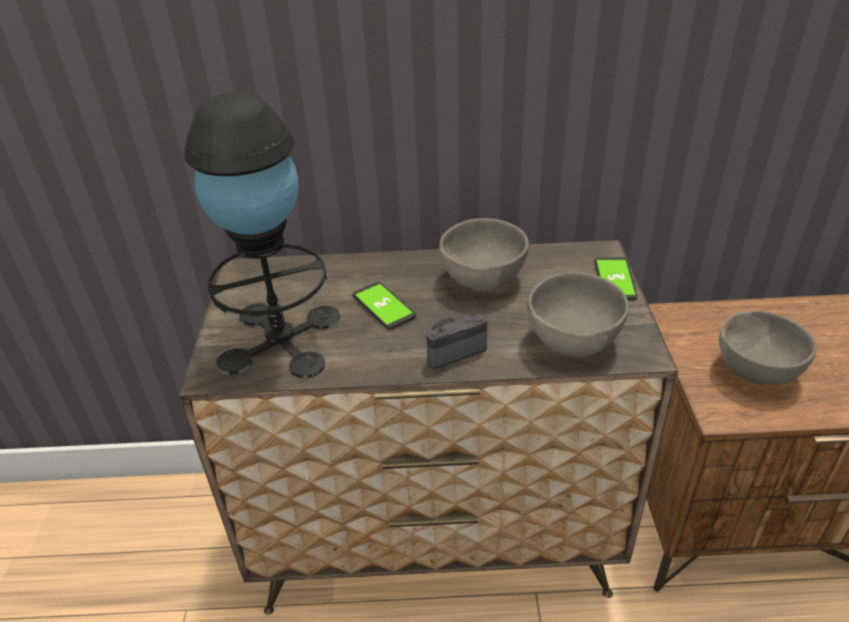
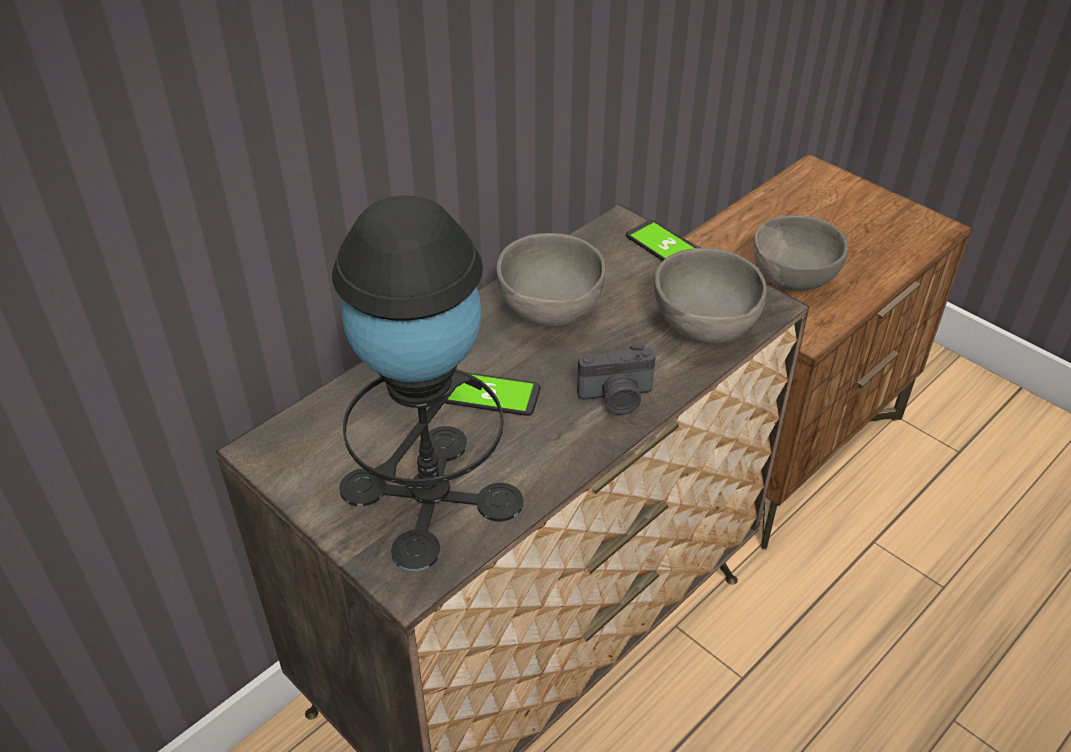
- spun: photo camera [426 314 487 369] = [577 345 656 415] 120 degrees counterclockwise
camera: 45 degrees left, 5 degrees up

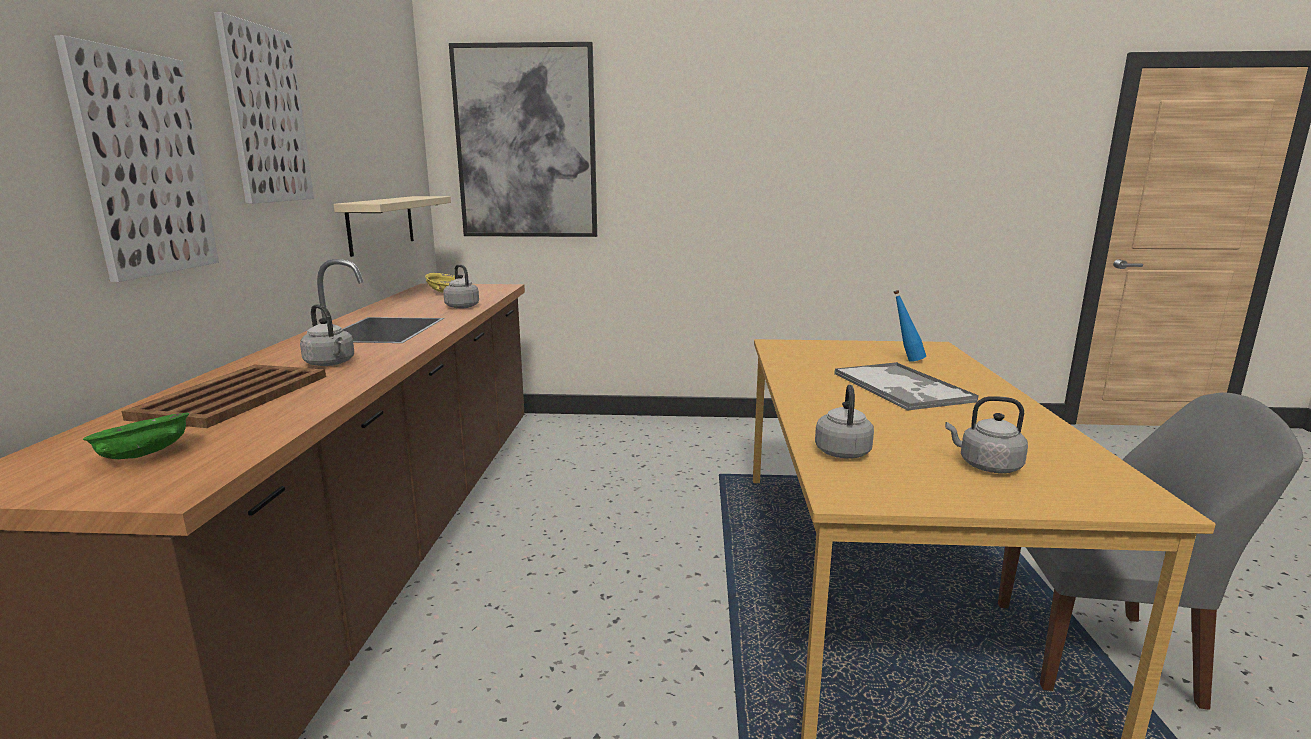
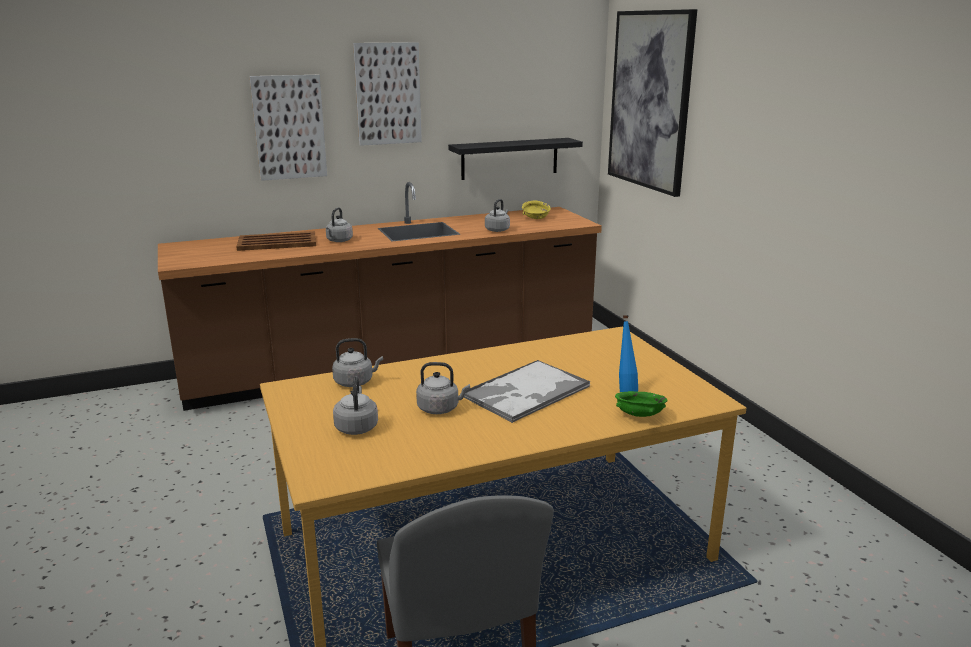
- appeared: kettle (gray) [416 362 470 414]
- relocated: bowl (greenish) [83 413 189 459] to [615 391 668 417]
- colour: shelf (sand-coloured) [334 196 451 257] to shelf (black-coloured) [448 138 583 180]
camera: 65 degrees right, 5 degrees up

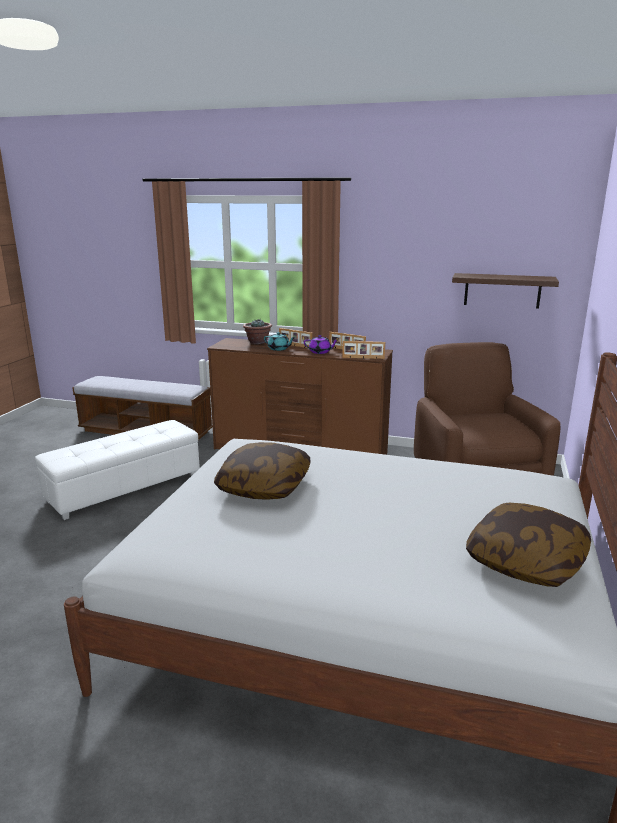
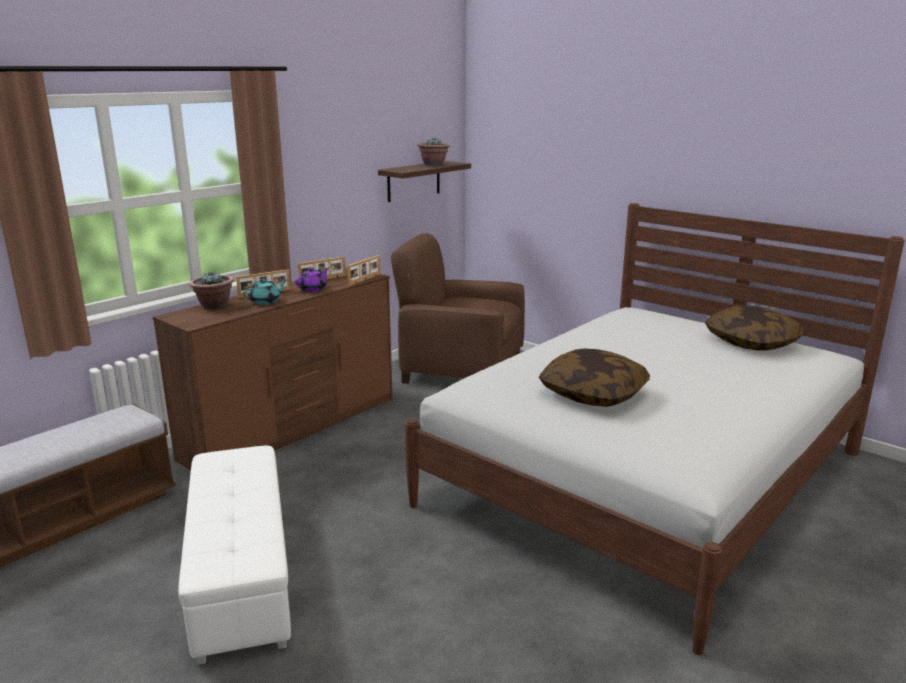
- appeared: plant in a pot [417 137 450 166]
camera: 65 degrees left, 0 degrees up

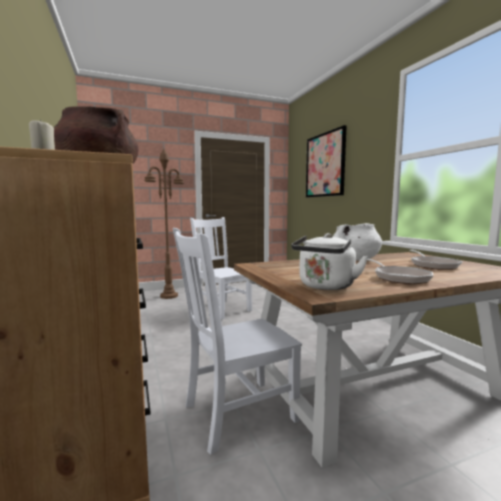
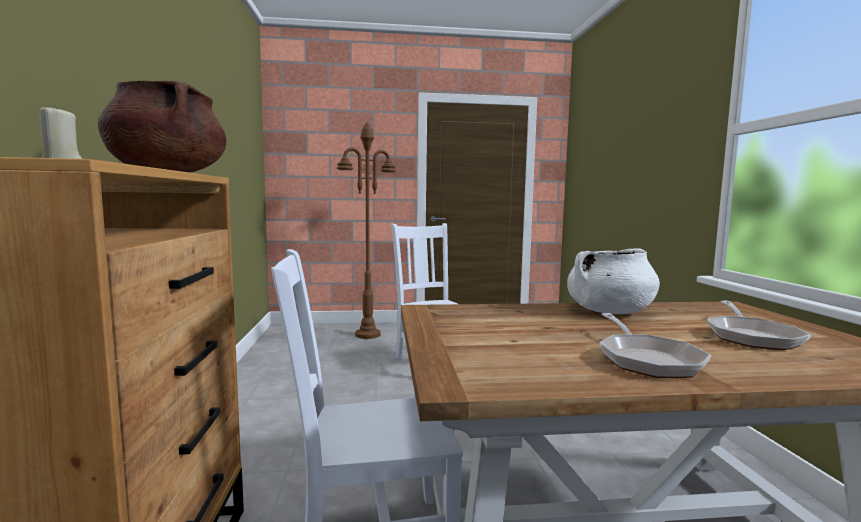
- missing: kettle (whitish) [291 233 368 290]
- missing: wall art [306 125 346 197]
camera: 15 degrees right, 0 degrees up

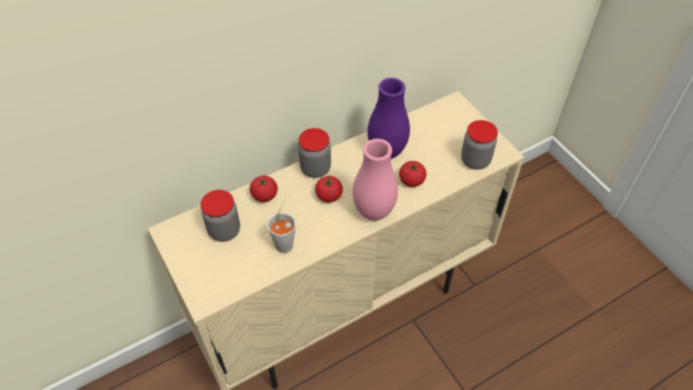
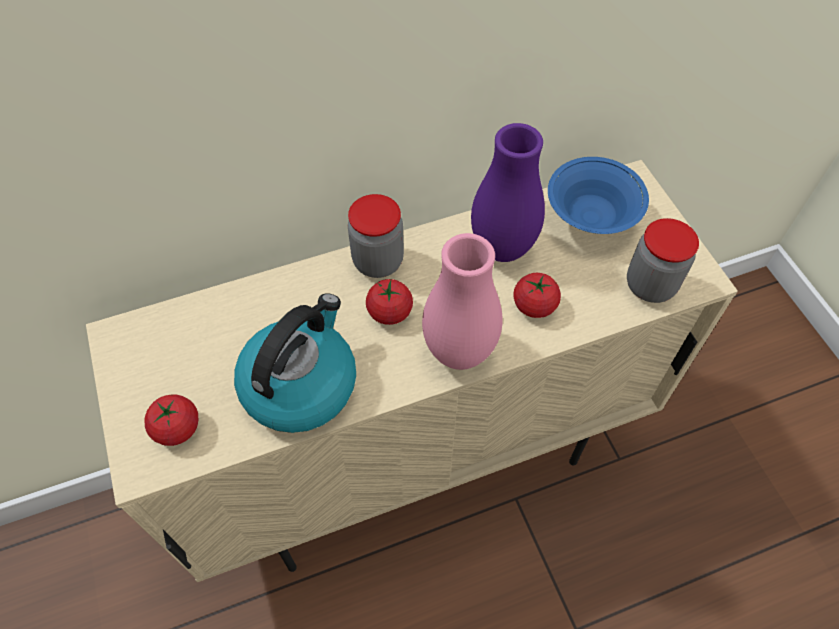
- missing: preserve jar [201 190 240 242]
- appeared: bowl (blue-coloured) [548 157 649 234]
- relocated: whole tomato [250 176 278 202] to [145 395 198 446]
- exchanged: small cup (gray) [267 198 296 253] to kettle [234 293 356 433]
camera: 10 degrees right, 5 degrees up

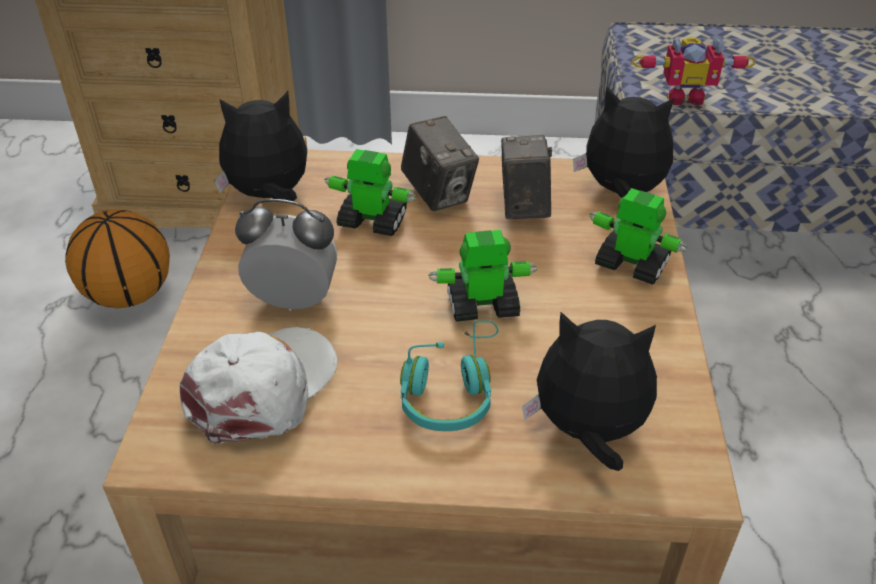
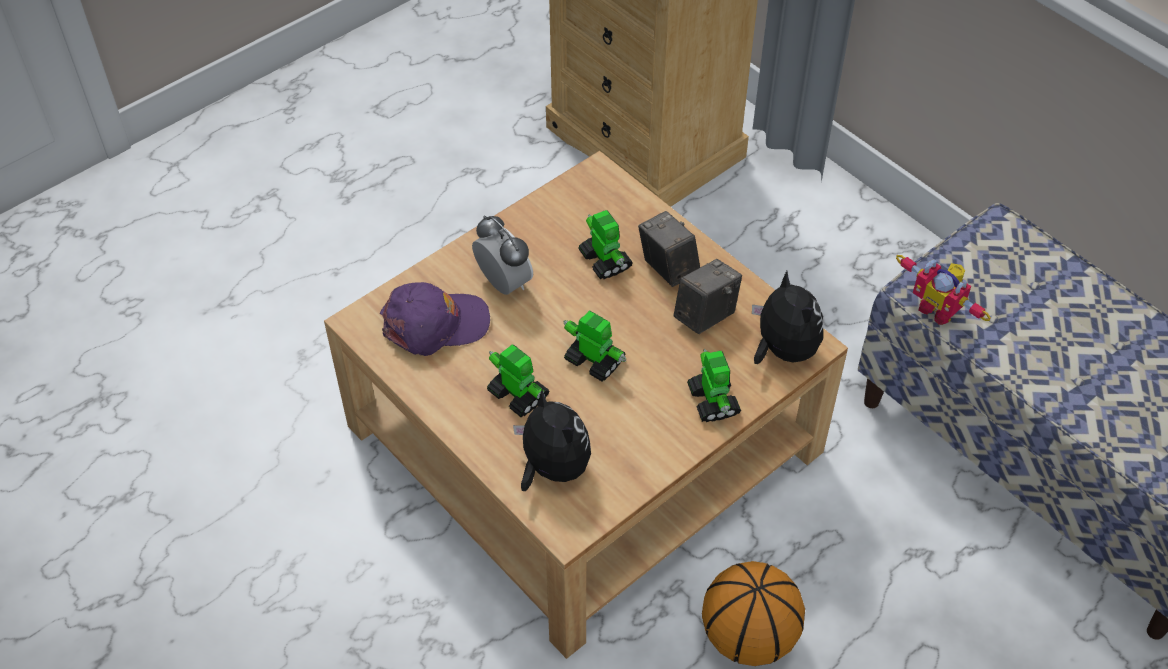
- missing: cuddly toy [214 91 307 201]
- relocated: basketball [65 209 170 308] to [702 561 805 666]
- exchanged: headset (turquoise-coloured) [400 321 498 431] to robot figure [487 344 549 417]
- colour: peaked cap (whitish) [180 327 337 444] to peaked cap (purple) [380 282 490 356]
- spun: photo camera [401 116 479 211] = [638 211 700 287] 135 degrees clockwise
camera: 45 degrees right, 10 degrees up

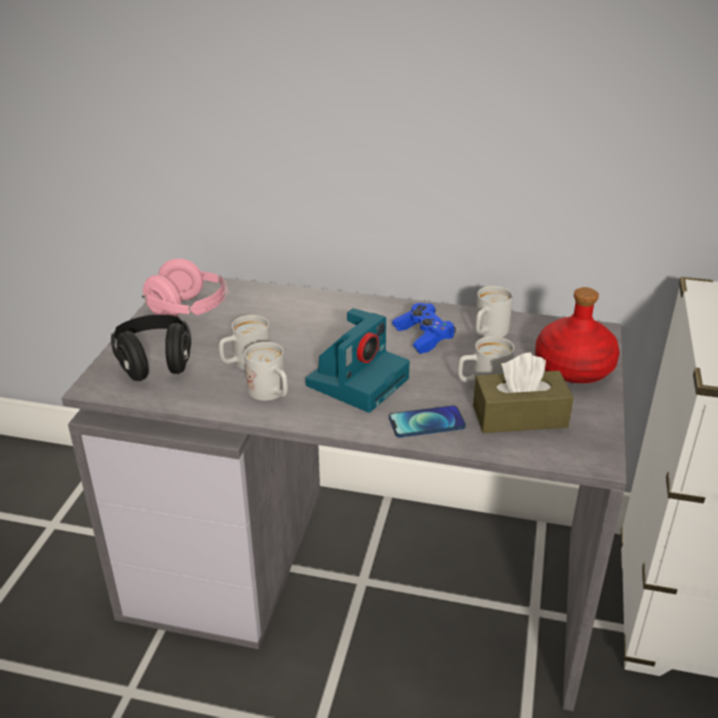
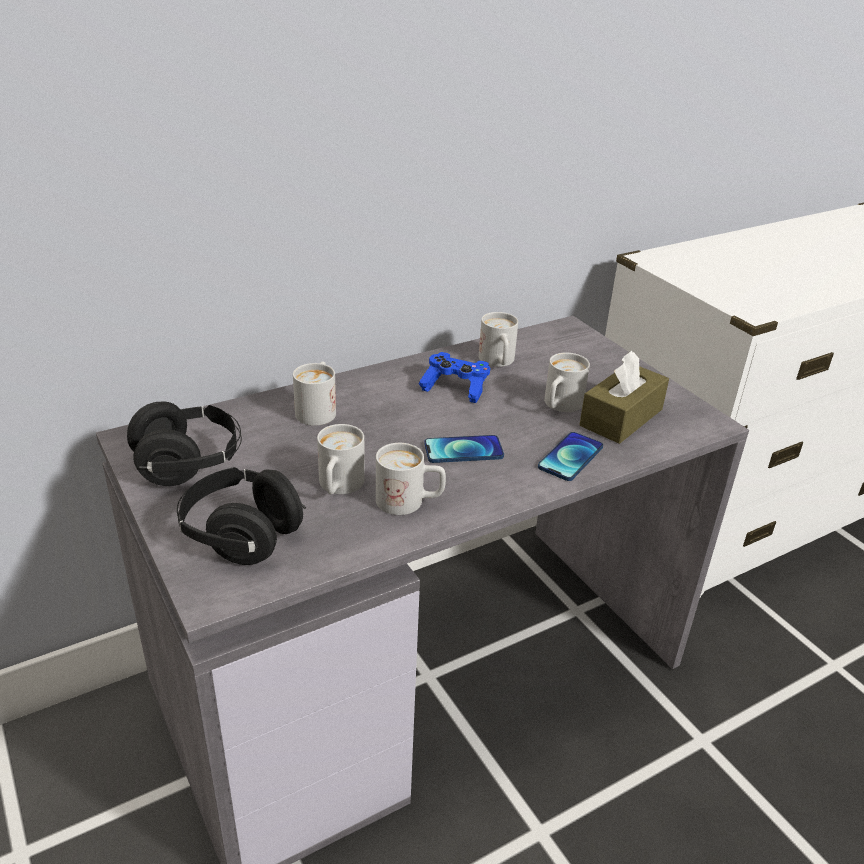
- missing: beverage bottle (reddish) [535 287 620 383]
- appeared: coffee mug (whitish) [293 361 336 426]
- exchanged: photo camera [305 308 410 413] to telephone [424 435 504 463]
- colour: headset (pink) [142 259 228 316] to headset (black-coloured) [127 401 242 486]
camera: 45 degrees left, 0 degrees up

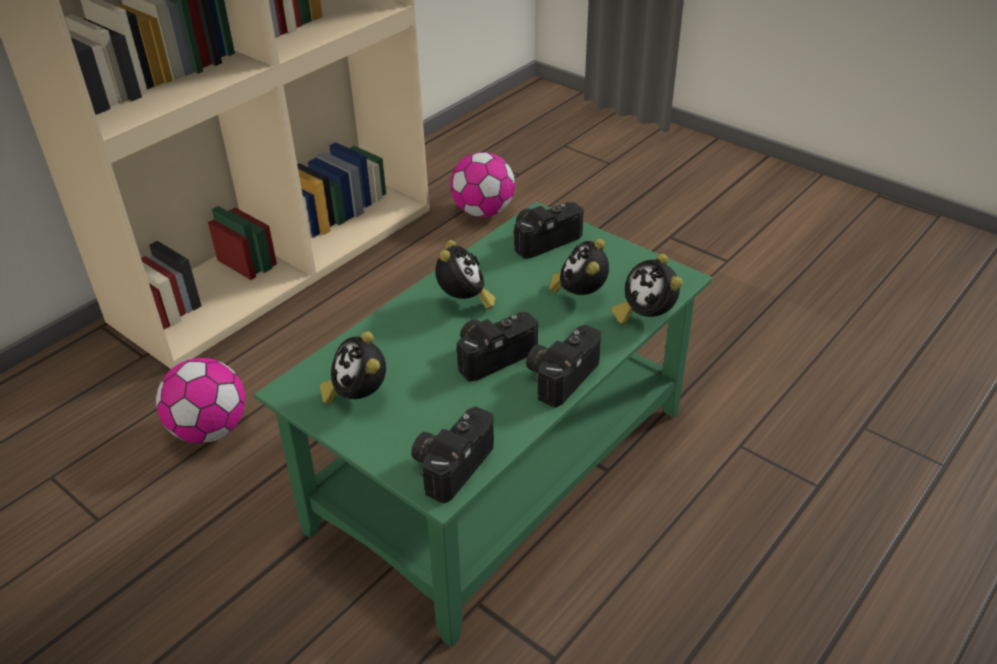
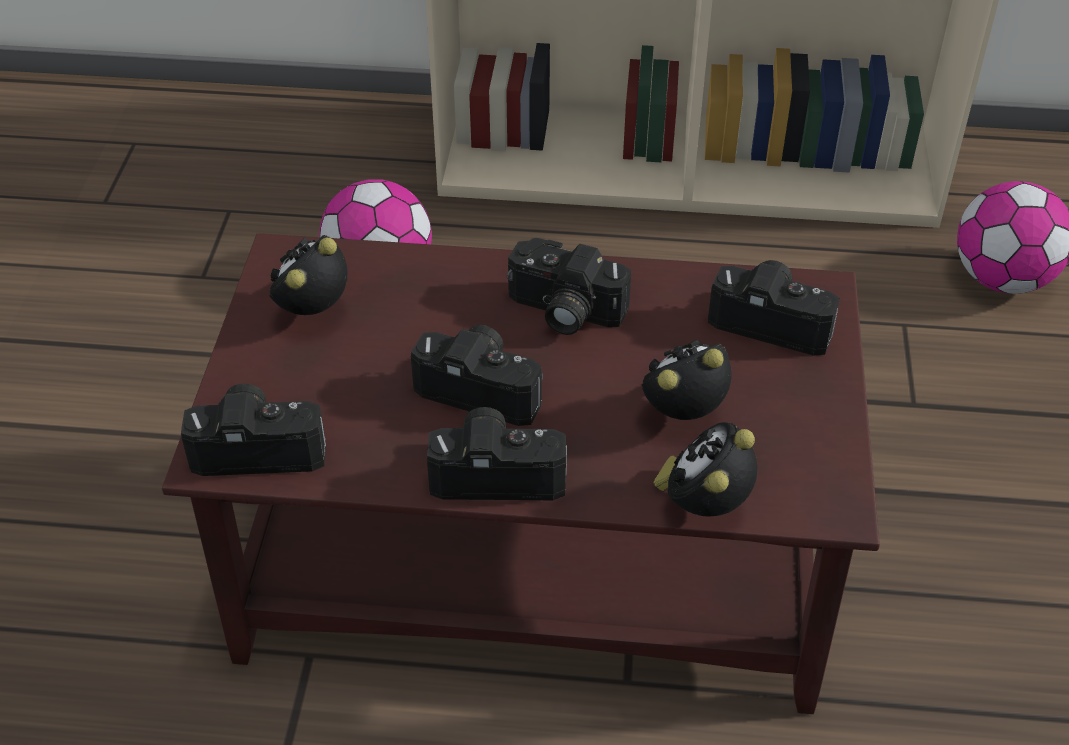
- exchanged: bedside clock [435 240 496 310] to photo camera [507 238 631 335]
- colour: low table (greenish) [254 202 712 647] to low table (brownish) [162 233 880 714]
camera: 55 degrees right, 5 degrees up

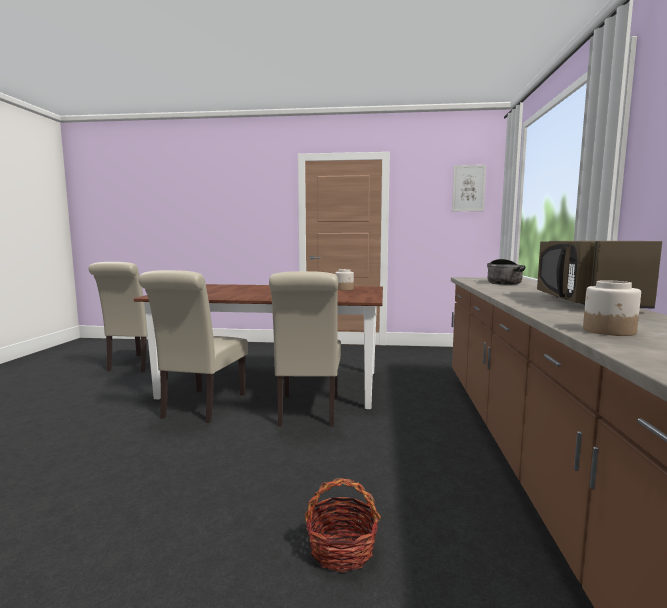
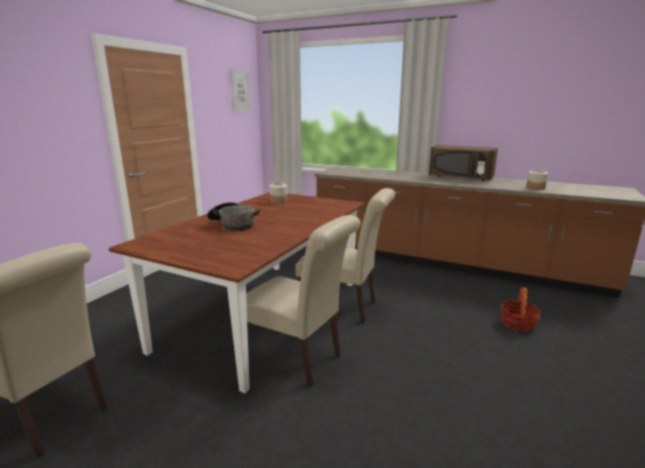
- relocated: stockpot [487 259 526 285] to [207 202 261 231]
camera: 70 degrees left, 10 degrees up

